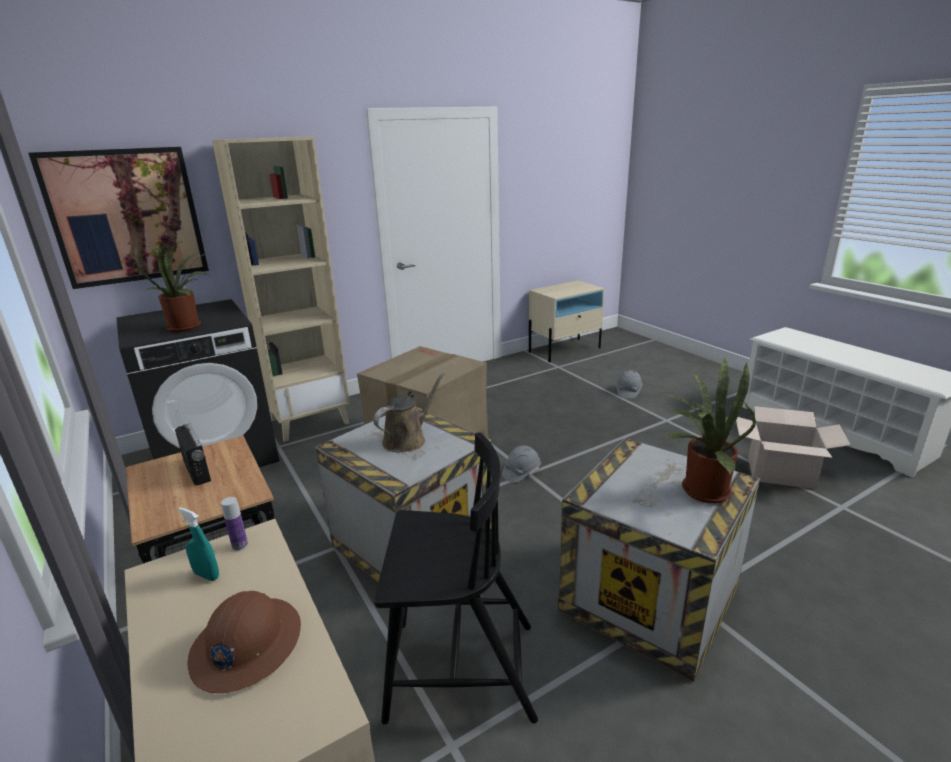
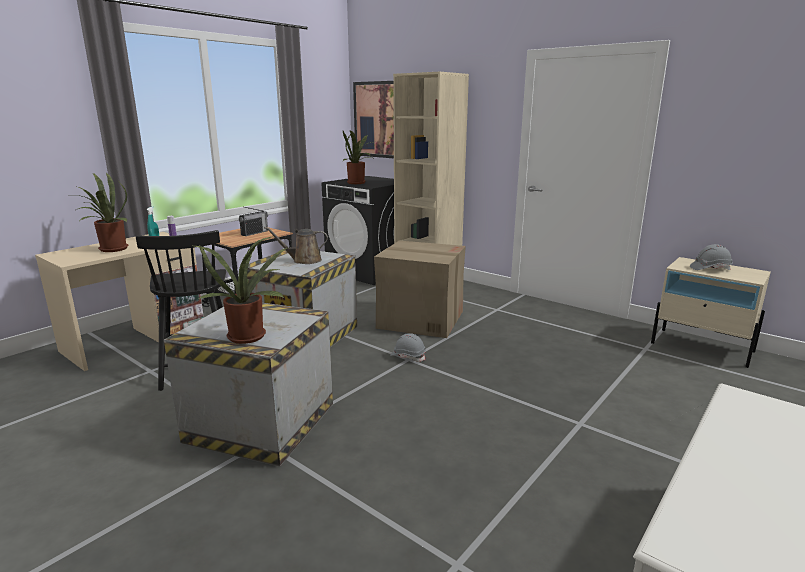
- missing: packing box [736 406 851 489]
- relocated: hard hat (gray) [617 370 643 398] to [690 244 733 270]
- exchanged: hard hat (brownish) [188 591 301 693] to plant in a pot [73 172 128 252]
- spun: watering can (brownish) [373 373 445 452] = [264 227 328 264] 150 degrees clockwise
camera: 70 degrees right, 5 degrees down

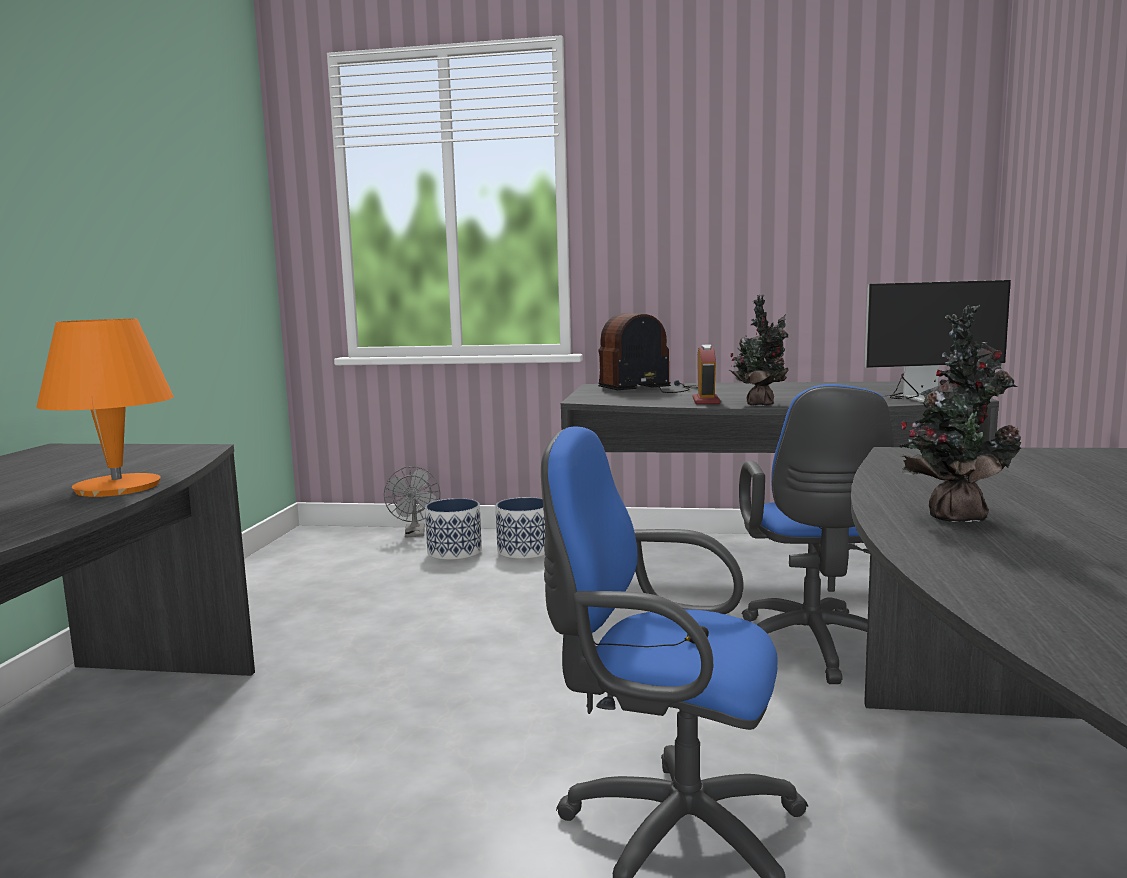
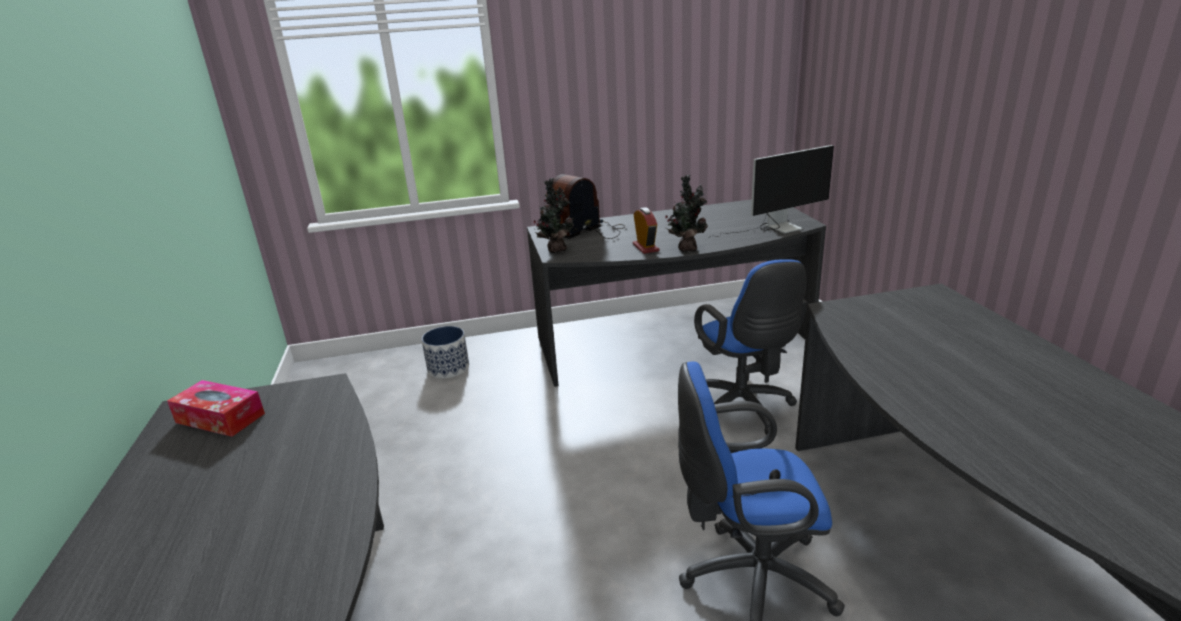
- missing: lamp for a table (orangey) [37 319 174 497]
- missing: fan (gray) [384 466 440 537]
- missing: plant pot [496 497 545 559]
- appeared: tissue box [167 380 265 437]
- relocated: plant in a pot [900 305 1021 522] to [534 178 574 253]
camera: 20 degrees left, 15 degrees up

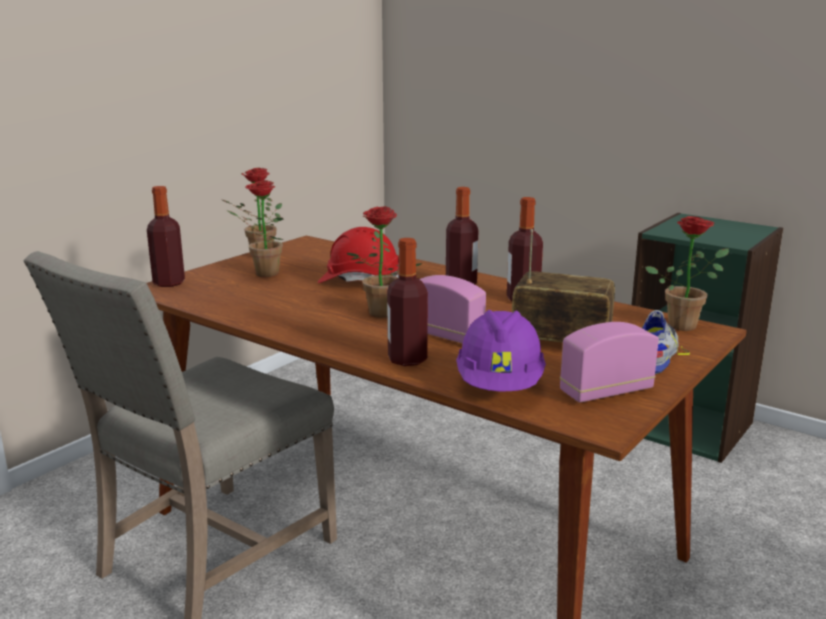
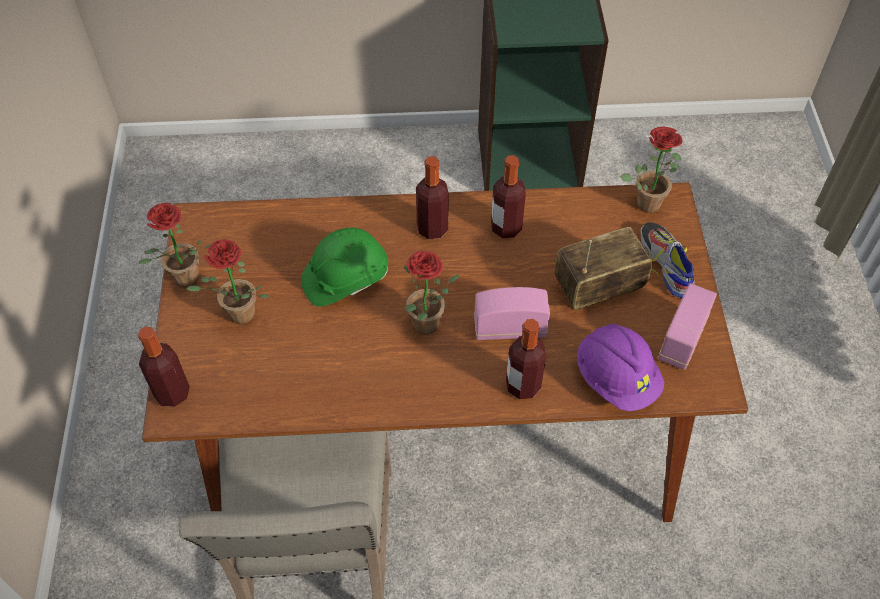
- colour: hard hat (reddish) [318 227 399 283] to hard hat (greenish) [301 228 388 307]
camera: 40 degrees left, 35 degrees up

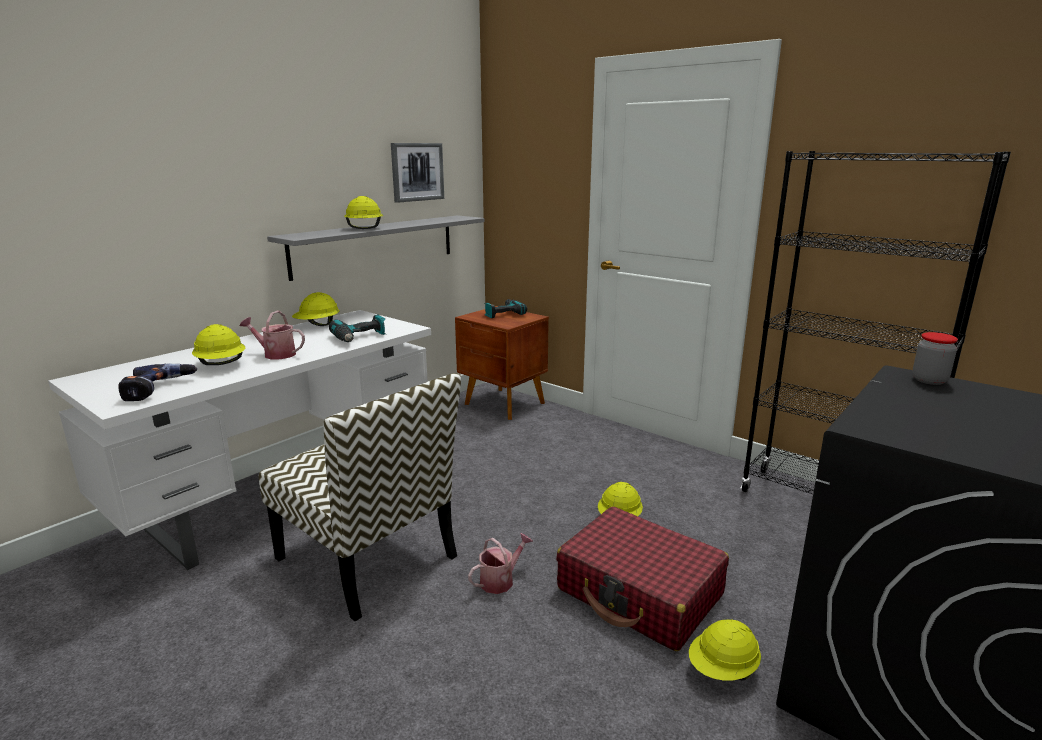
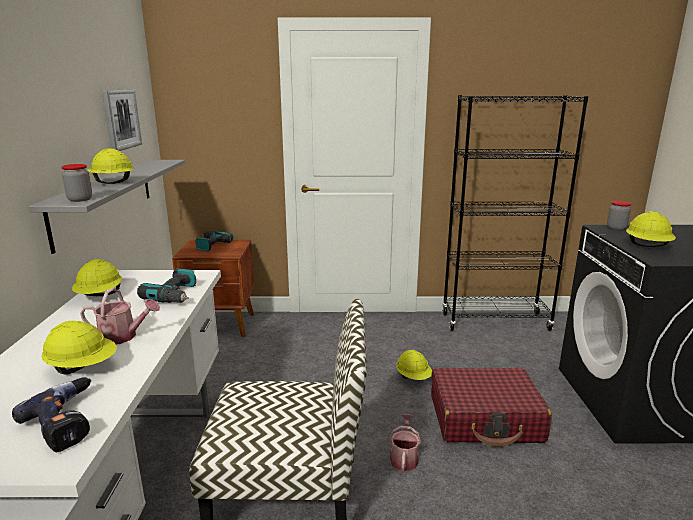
- appeared: preserve jar [61 164 92 202]
- relocated: hard hat (yellowish) [689 619 761 681] to [626 211 676 247]
- spun: watering can [239 311 305 360] = [80 288 160 344] 150 degrees counterclockwise
camera: 40 degrees left, 0 degrees up

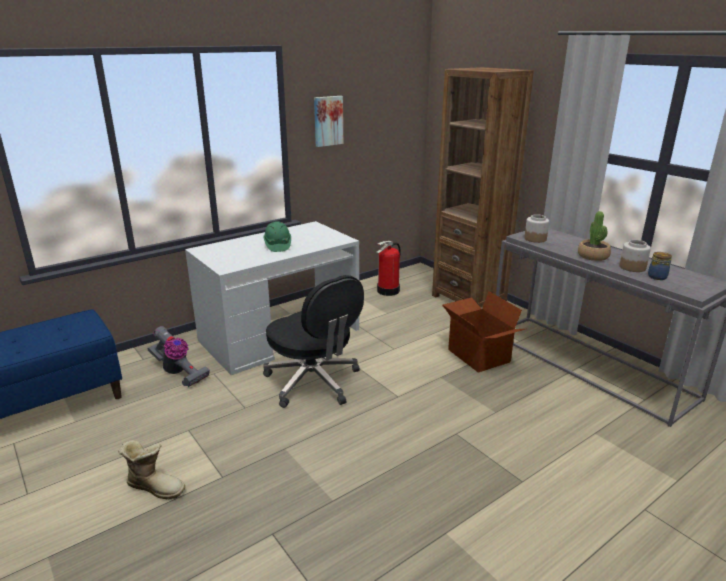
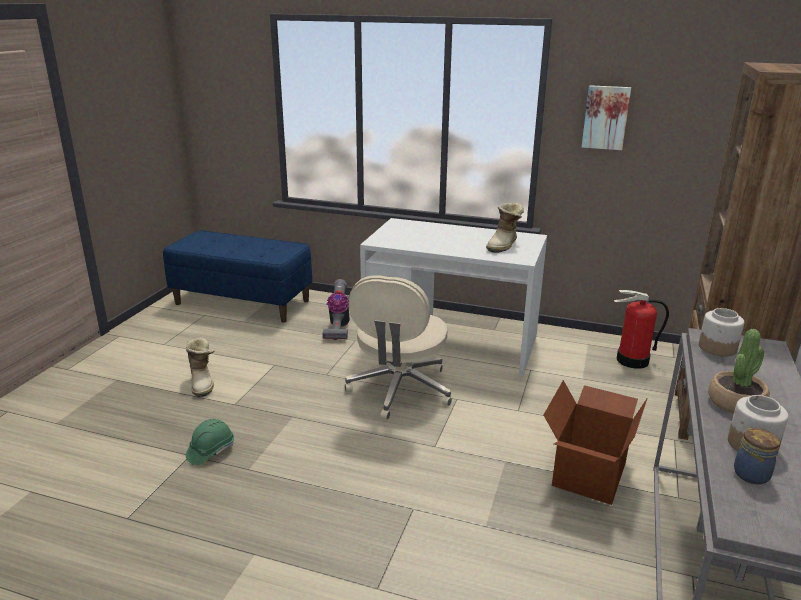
- appeared: tall boot [486 203 524 253]
- relocated: hard hat (greenish) [263 221 291 252] to [185 419 234 465]
- colour: office chair (black-coloured) [263 275 364 408] to office chair (sand-coloured) [345 275 452 420]
camera: 55 degrees right, 0 degrees up

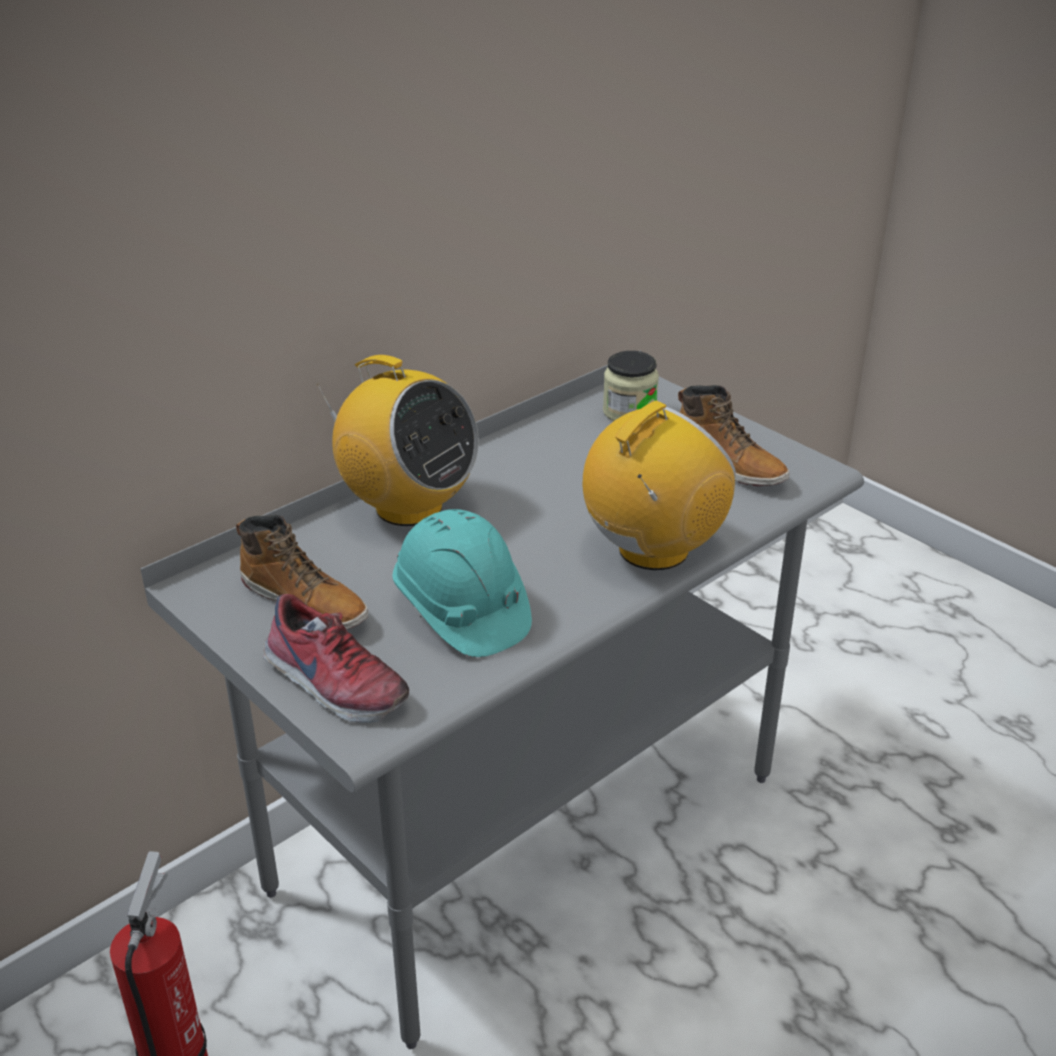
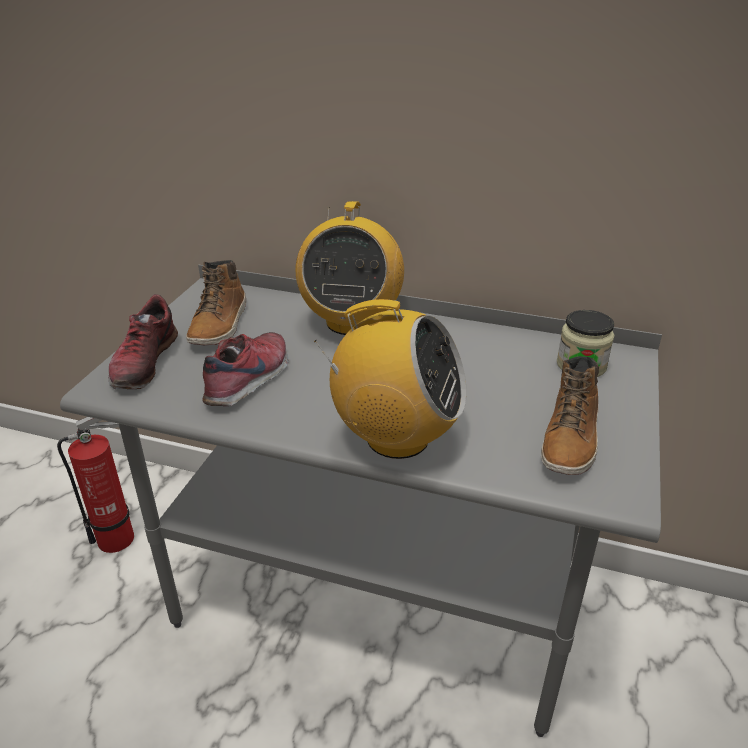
- exchanged: hard hat (turquoise-coloured) [393 509 532 657] to shoe [202 332 289 406]
camera: 60 degrees right, 0 degrees up

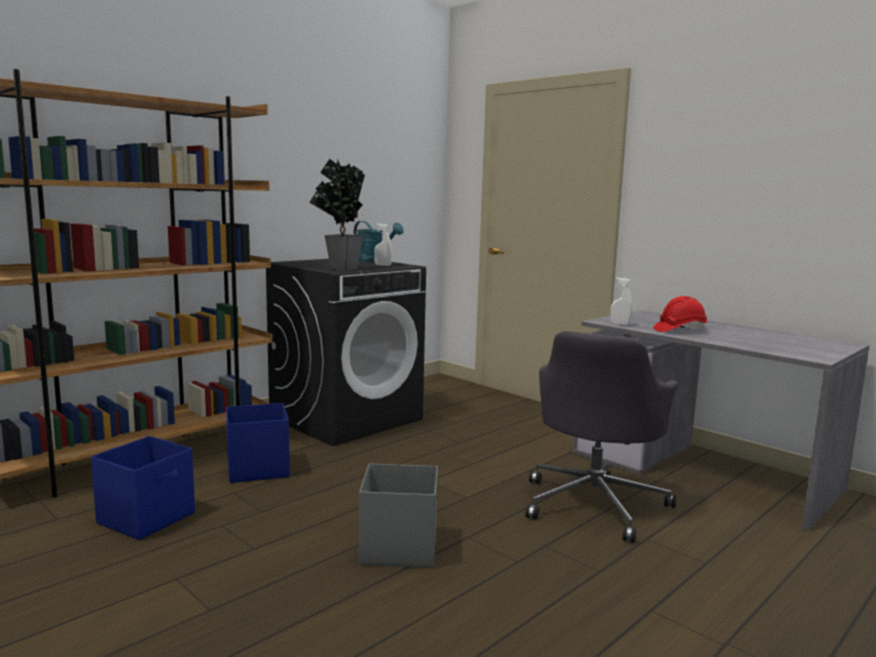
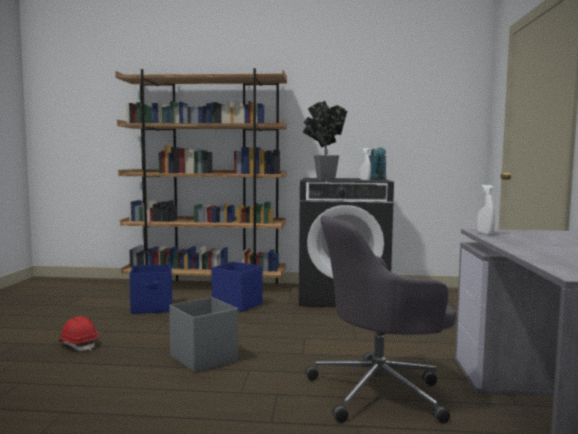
- relocated: hard hat (reddish) [653 296 708 332] to [59 316 98 351]
camera: 50 degrees right, 5 degrees down

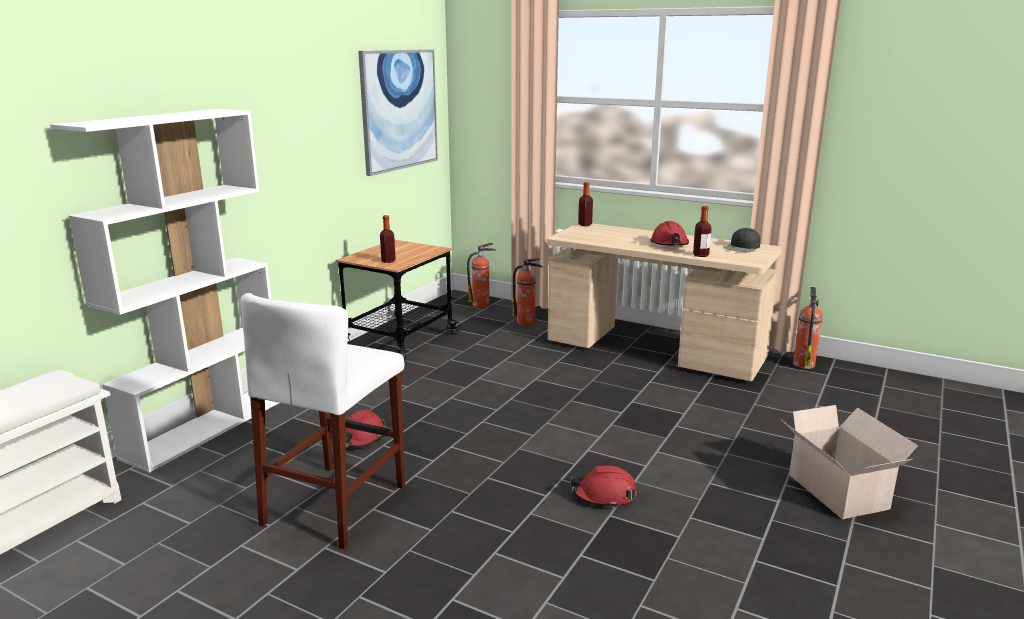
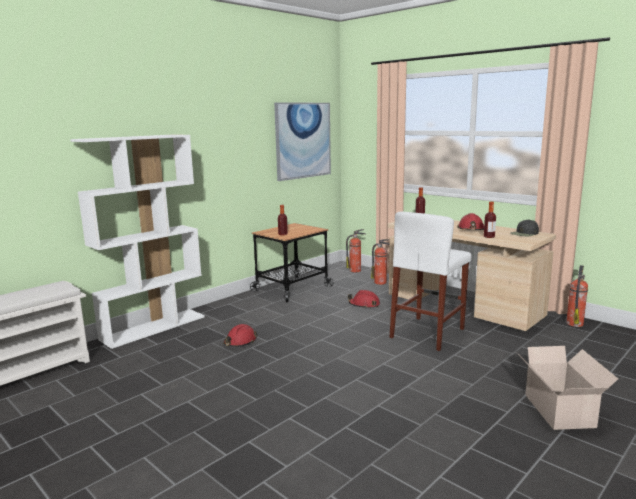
- relocated: sitting stool (whitish) [240 293 405 549] to [389 212 472 351]
- relocated: hard hat (reddish) [570 465 637 508] to [348 290 380 308]
camera: 15 degrees right, 5 degrees down

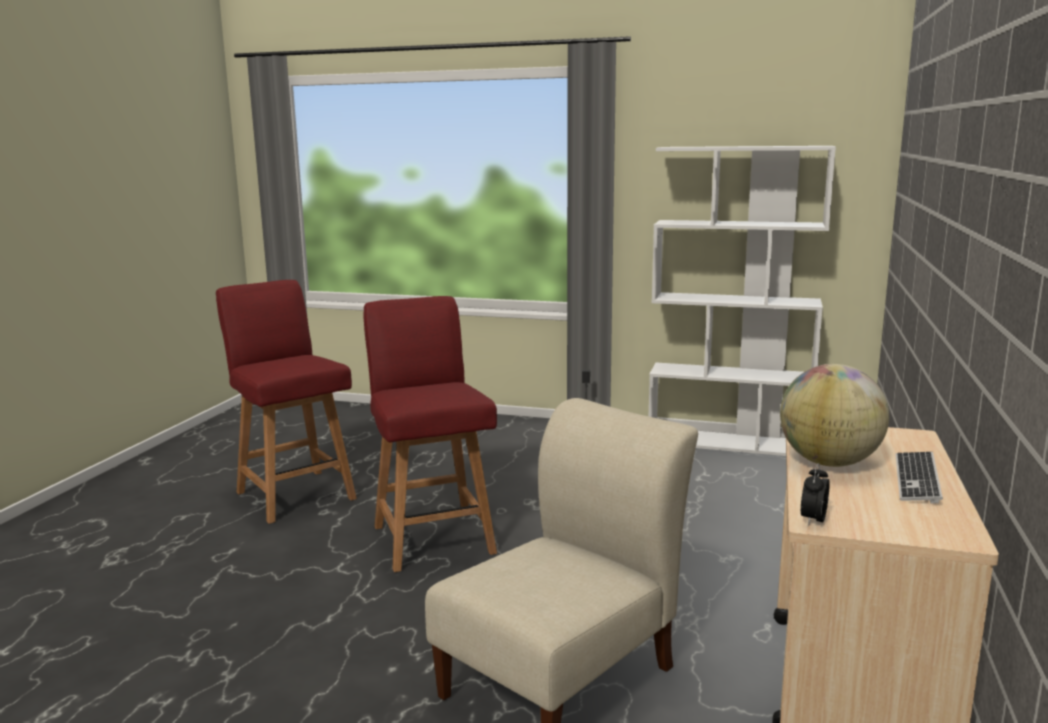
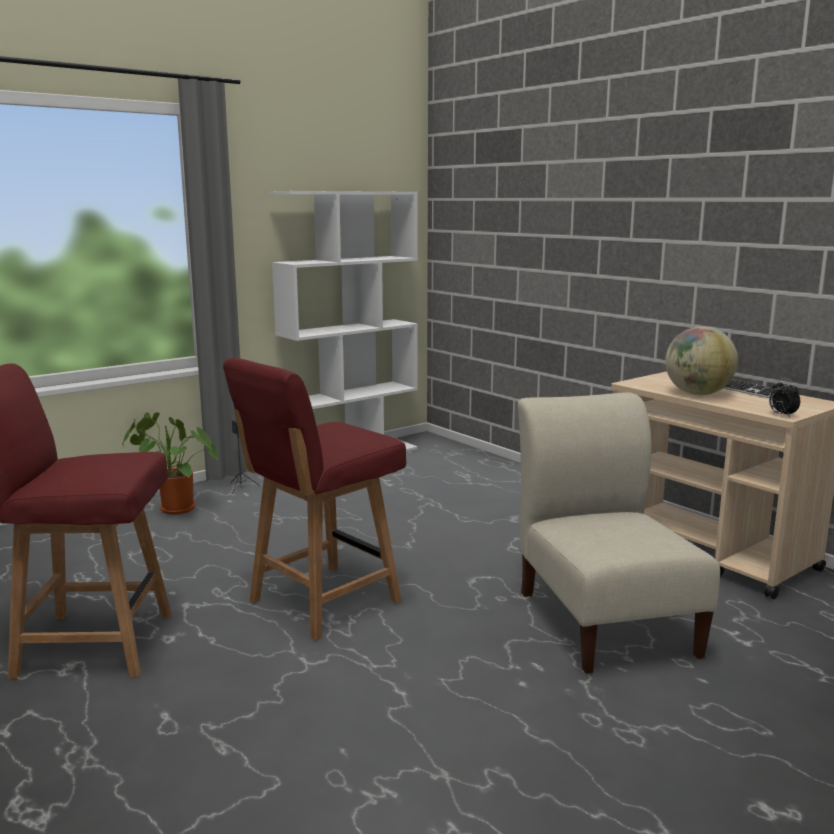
- appeared: plant in a pot [122 412 218 515]
- spun: chair (reddish) [363 296 497 572] = [223 358 406 641] 60 degrees counterclockwise
camera: 55 degrees left, 0 degrees up

